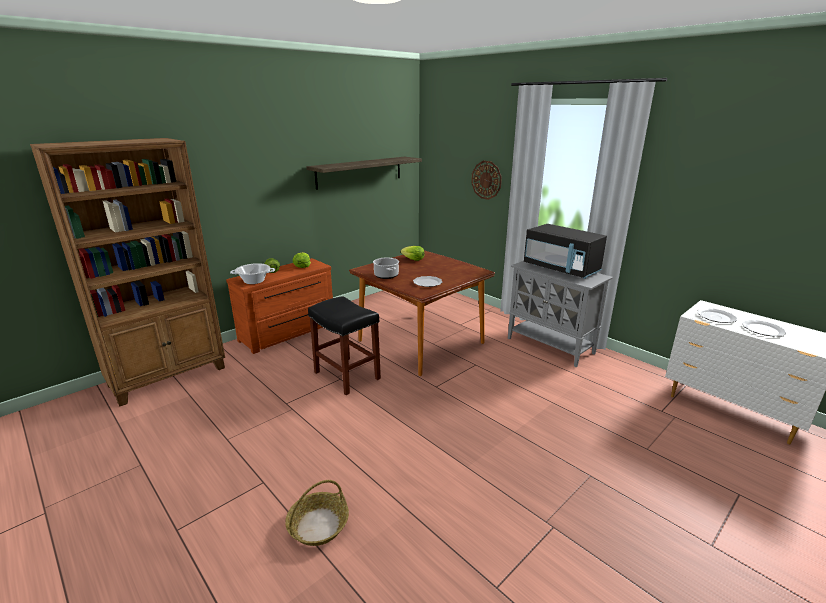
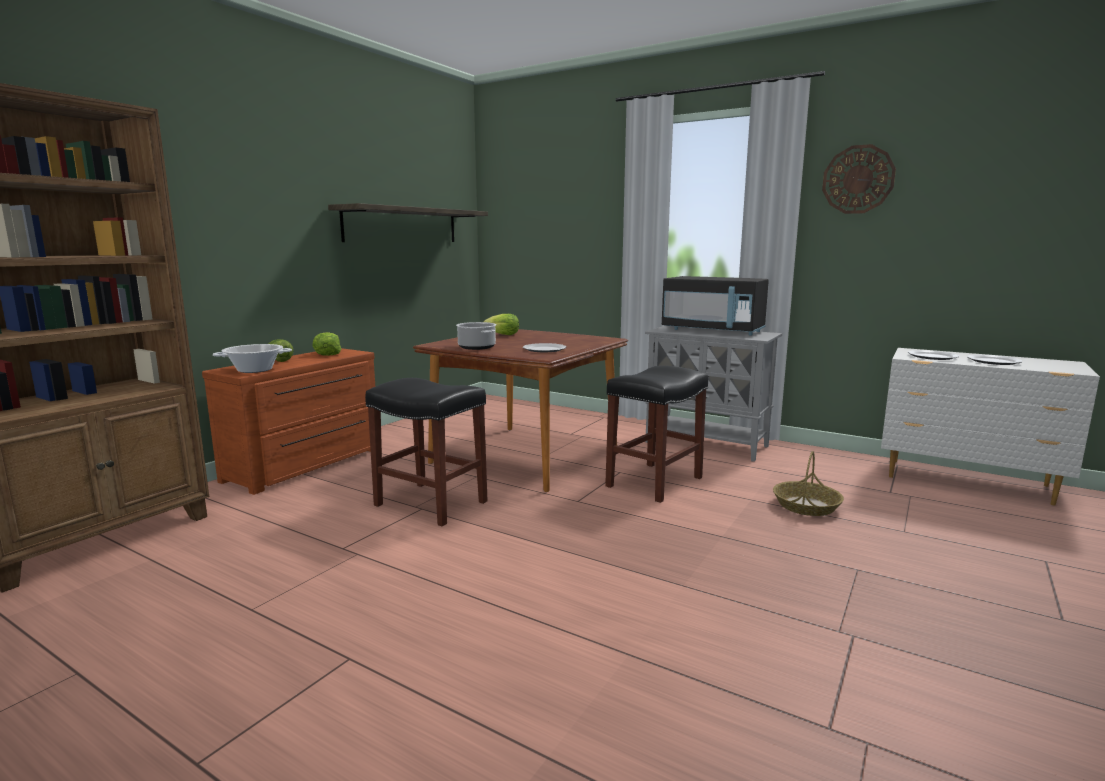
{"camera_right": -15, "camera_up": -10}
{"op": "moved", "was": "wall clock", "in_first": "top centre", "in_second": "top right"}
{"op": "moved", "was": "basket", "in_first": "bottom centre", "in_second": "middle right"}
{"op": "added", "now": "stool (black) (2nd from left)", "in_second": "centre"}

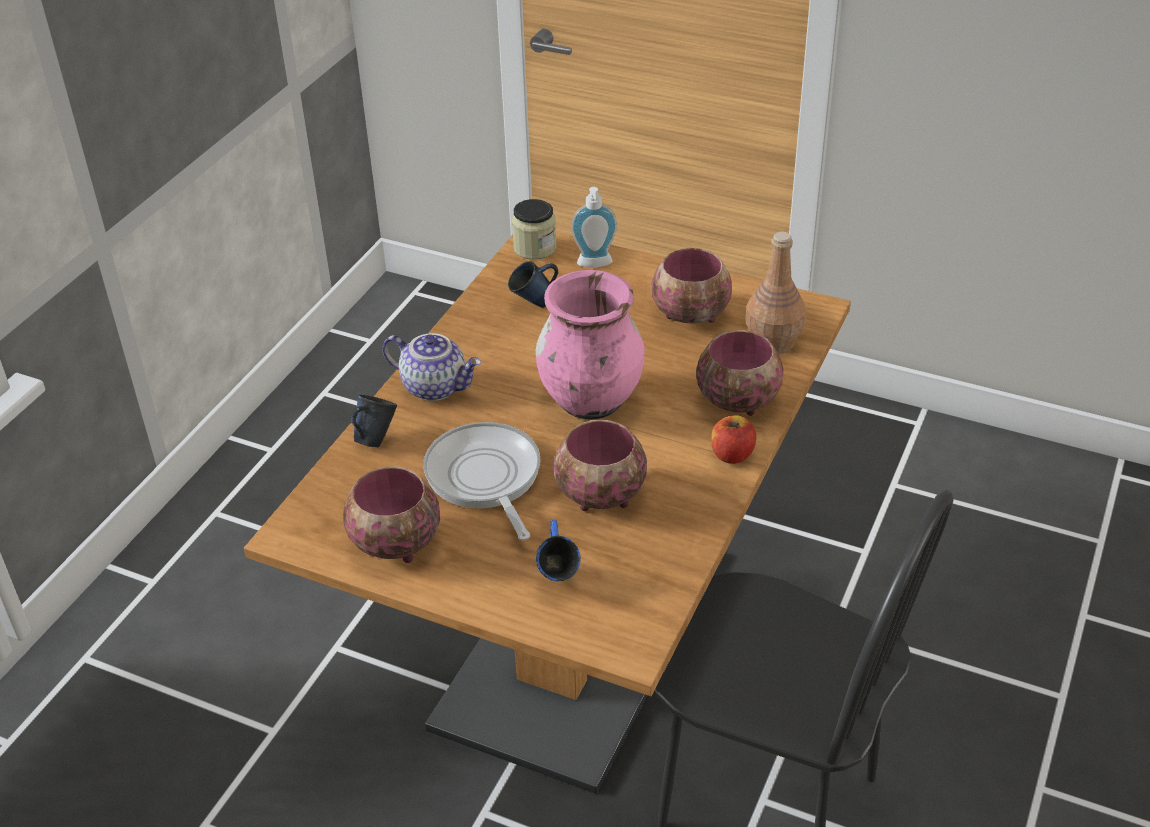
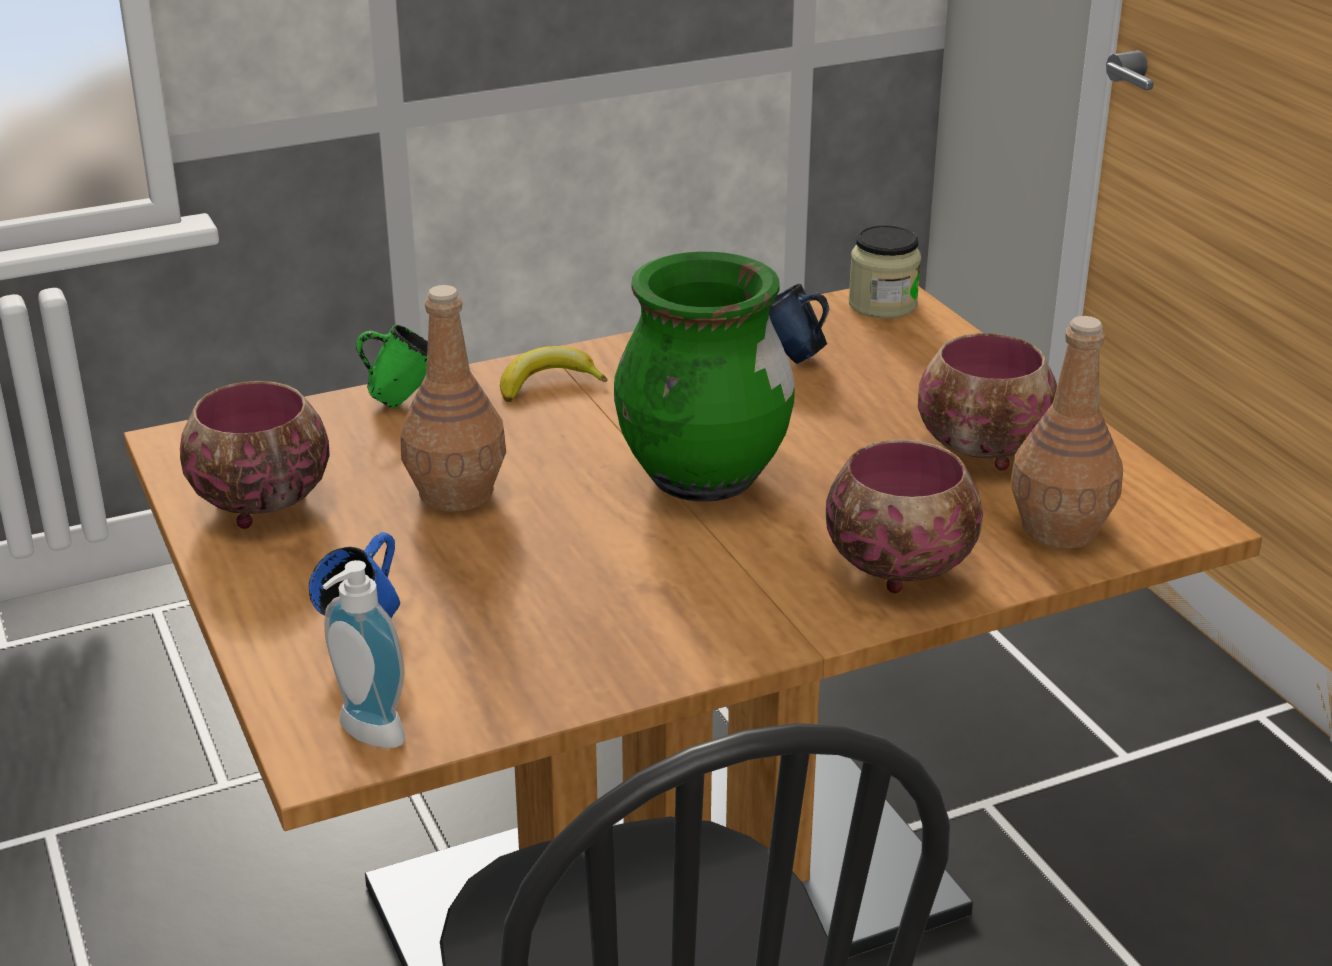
{"camera_right": 40, "camera_up": -10}
{"op": "moved", "was": "soap dispenser", "in_first": "top centre", "in_second": "bottom left"}
{"op": "recoloured", "was": "vase (pink)", "now": "vase (green)", "in_first": "centre", "in_second": "centre"}
{"op": "replaced", "was": "teapot", "now": "banana", "in_first": "centre", "in_second": "centre"}
{"op": "recoloured", "was": "mug (blue) (1st from left)", "now": "mug (green)", "in_first": "middle left", "in_second": "middle left"}
{"op": "removed", "was": "apple", "in_first": "centre"}
{"op": "removed", "was": "bowl (2nd from left)", "in_first": "centre"}
{"op": "replaced", "was": "frying pan", "now": "bottle (brown) (1st from left)", "in_first": "centre", "in_second": "centre"}

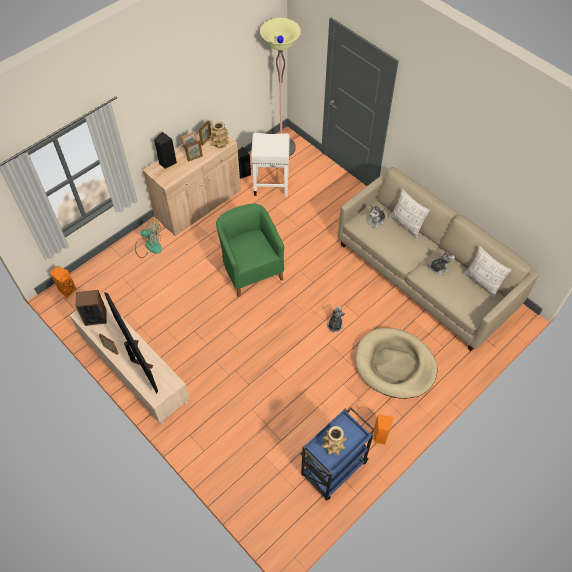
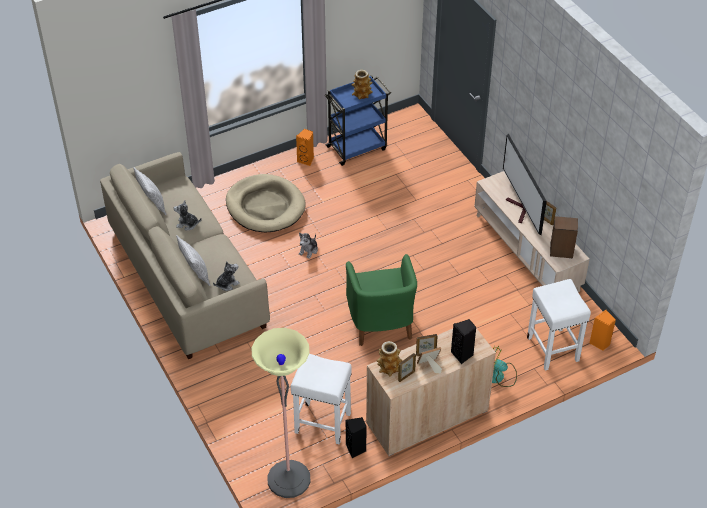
{"camera_right": -165, "camera_up": -10}
{"op": "added", "now": "stool (white) (2nd from left)", "in_second": "middle right"}

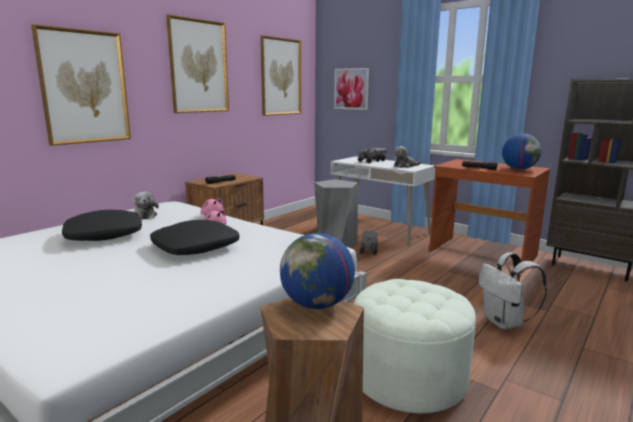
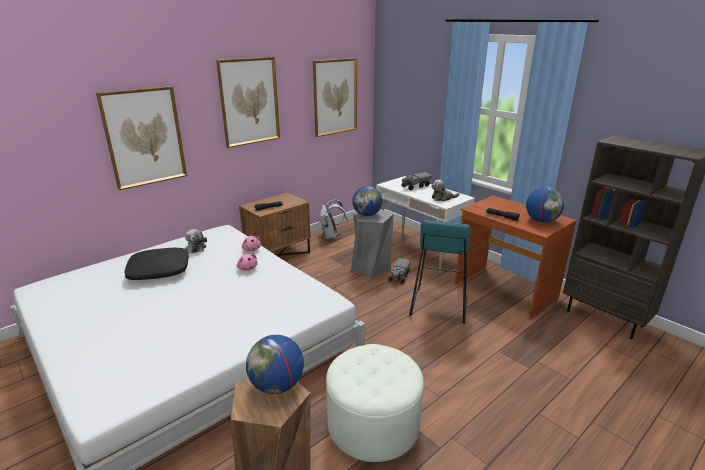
{"camera_right": 10, "camera_up": 10}
{"op": "removed", "was": "picture (4th from left)", "in_first": "top centre"}
{"op": "removed", "was": "pillow (black) (2nd from left)", "in_first": "middle left"}
{"op": "moved", "was": "backpack (white)", "in_first": "bottom right", "in_second": "centre"}
{"op": "added", "now": "globe (2nd from left)", "in_second": "centre"}
{"op": "added", "now": "stool (turquoise)", "in_second": "centre"}

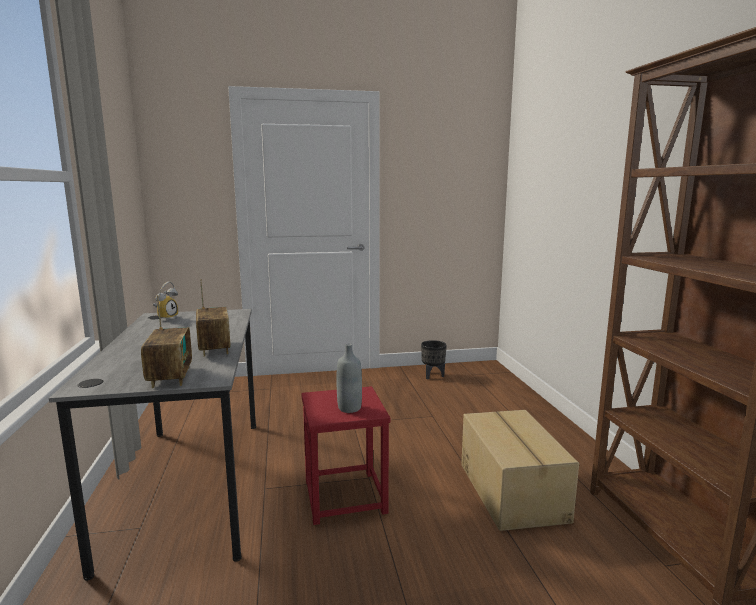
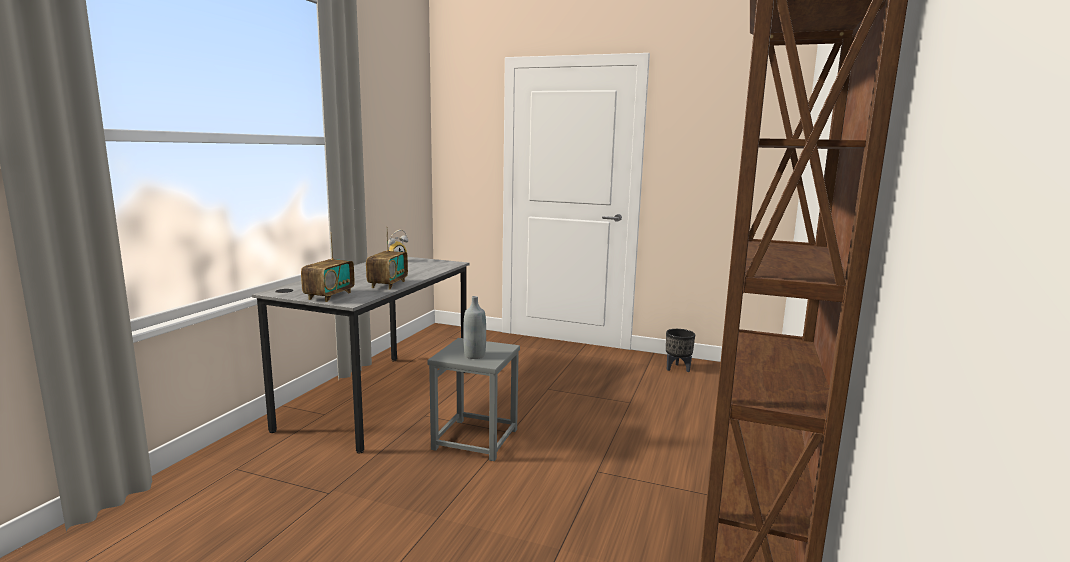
{"camera_right": 30, "camera_up": 0}
{"op": "recoloured", "was": "stool (red)", "now": "stool (grey)", "in_first": "bottom centre", "in_second": "bottom centre"}
{"op": "removed", "was": "cardboard box", "in_first": "bottom right"}

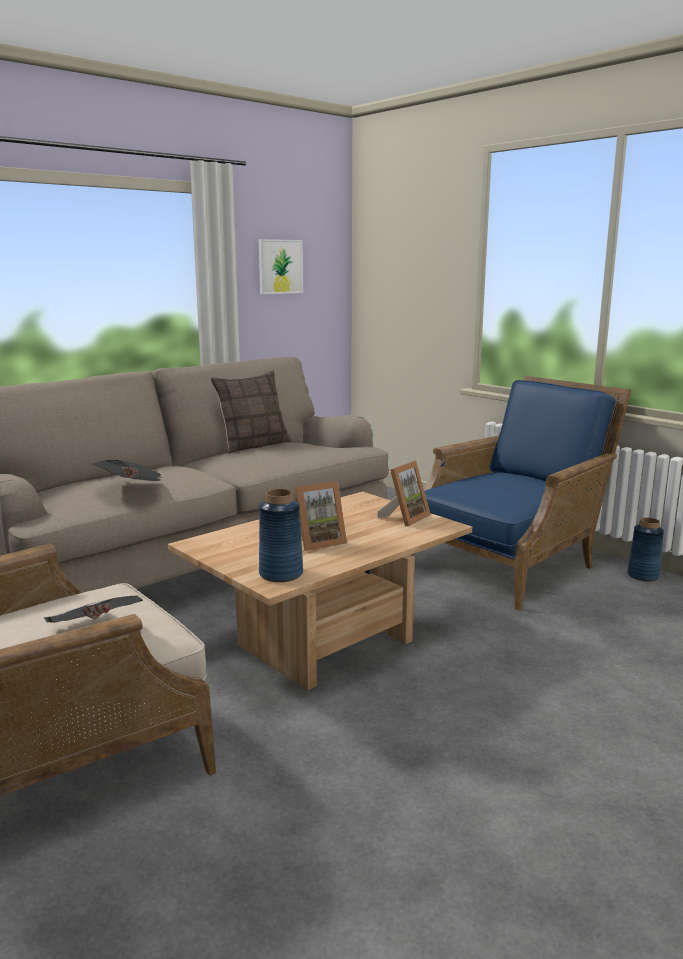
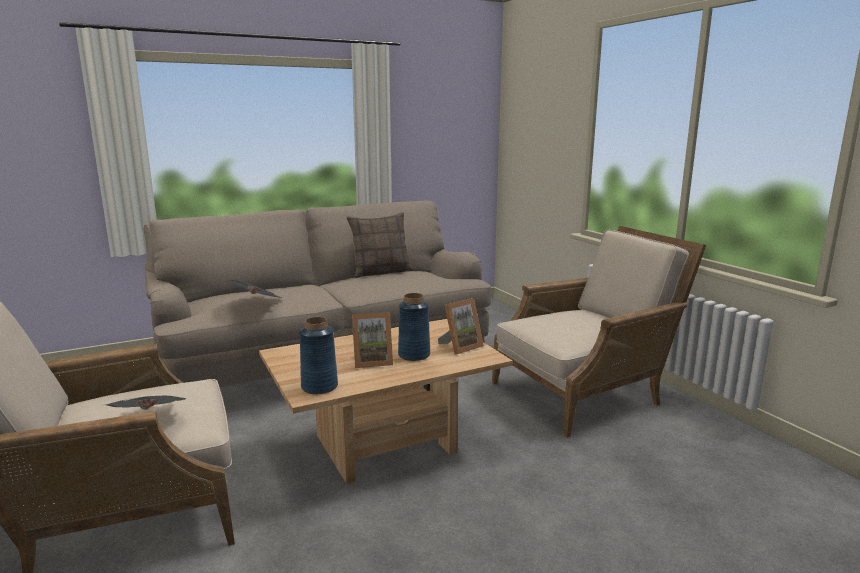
{"camera_right": 15, "camera_up": 0}
{"op": "removed", "was": "picture", "in_first": "top centre"}
{"op": "recoloured", "was": "armchair (blue)", "now": "armchair (beige) (2nd from left)", "in_first": "middle right", "in_second": "middle right"}
{"op": "moved", "was": "vase (blue) (2nd from left)", "in_first": "middle right", "in_second": "centre"}

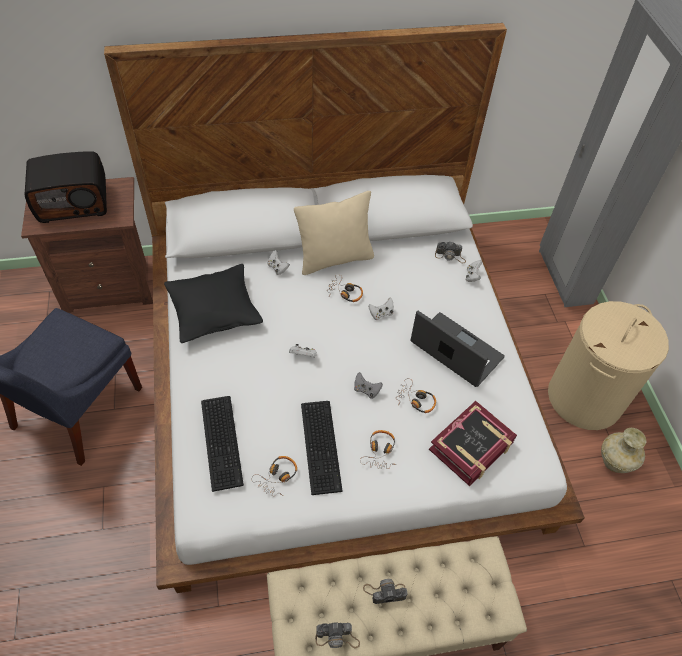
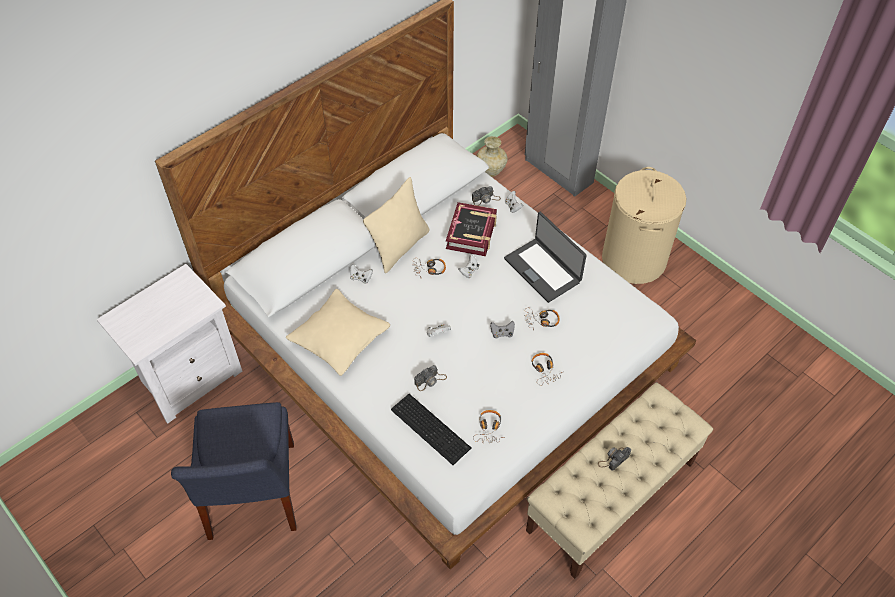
{"camera_right": -30, "camera_up": 0}
{"op": "removed", "was": "radio", "in_first": "top left"}
{"op": "recoloured", "was": "nightstand (brown)", "now": "nightstand (white)", "in_first": "middle left", "in_second": "middle left"}
{"op": "recoloured", "was": "pillow (black)", "now": "pillow (beige) (1st from left)", "in_first": "middle left", "in_second": "centre"}
{"op": "turned", "was": "laptop", "in_first": "middle right", "in_second": "centre", "clockwise": -135}
{"op": "removed", "was": "keyboard (2nd from left)", "in_first": "bottom centre"}
{"op": "moved", "was": "book", "in_first": "bottom right", "in_second": "centre"}
{"op": "moved", "was": "vase (beige)", "in_first": "bottom right", "in_second": "top centre"}
{"op": "moved", "was": "photo camera (1st from left)", "in_first": "bottom centre", "in_second": "centre"}

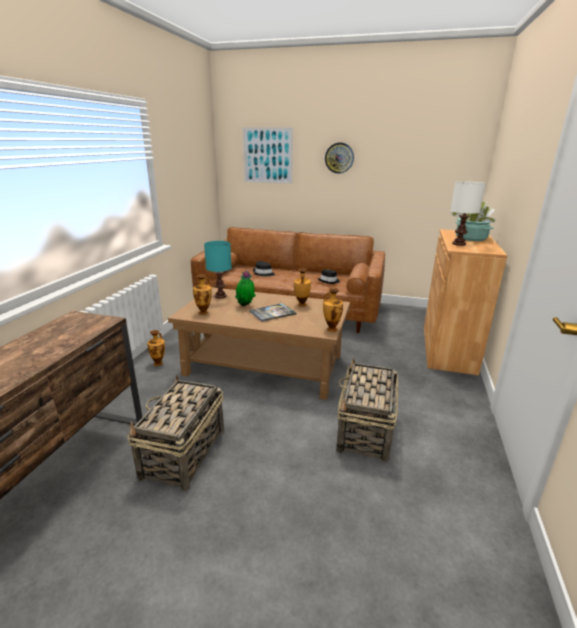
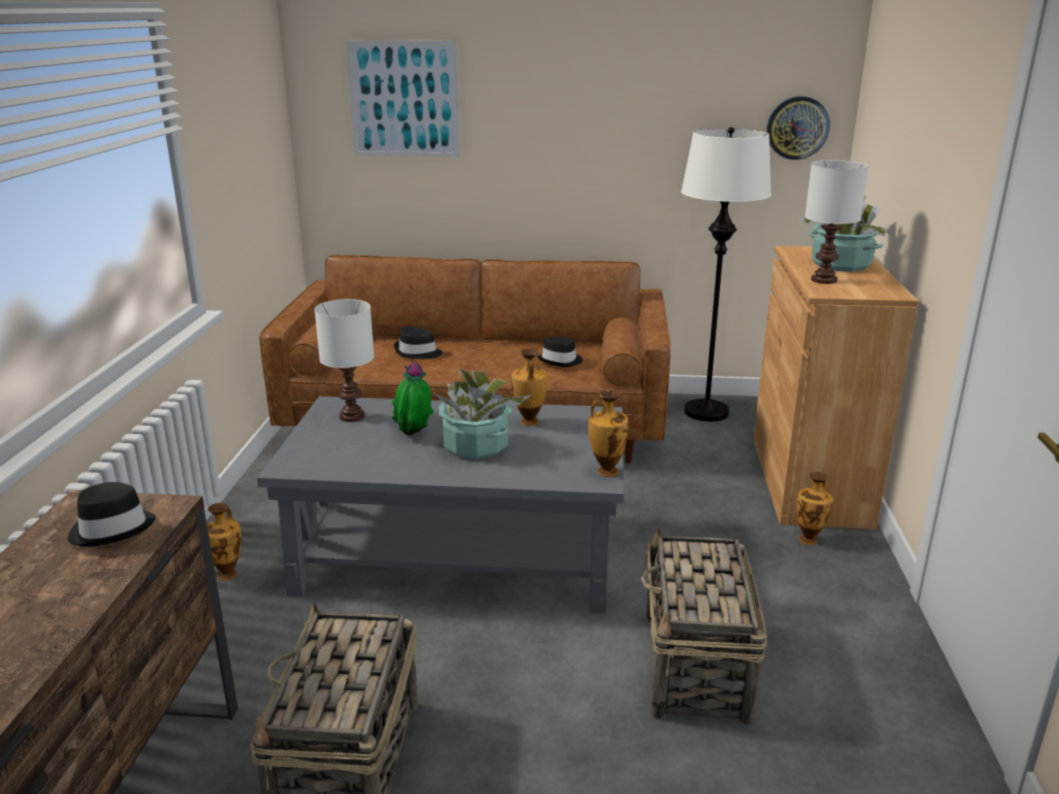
{"camera_right": -10, "camera_up": 0}
{"op": "moved", "was": "wall clock", "in_first": "top centre", "in_second": "top right"}
{"op": "recoloured", "was": "table lamp (turquoise)", "now": "table lamp (white) (1st from left)", "in_first": "centre", "in_second": "middle left"}
{"op": "moved", "was": "vase (2nd from left in the first image)", "now": "vase (4th from left)", "in_first": "centre", "in_second": "middle right"}
{"op": "recoloured", "was": "coffee table (brown)", "now": "coffee table (grey)", "in_first": "centre", "in_second": "centre"}
{"op": "replaced", "was": "book", "now": "potted plant (2nd from left)", "in_first": "centre", "in_second": "centre"}
{"op": "added", "now": "floor lamp (white)", "in_second": "middle right"}
{"op": "added", "now": "hat (black) (1st from left)", "in_second": "middle left"}

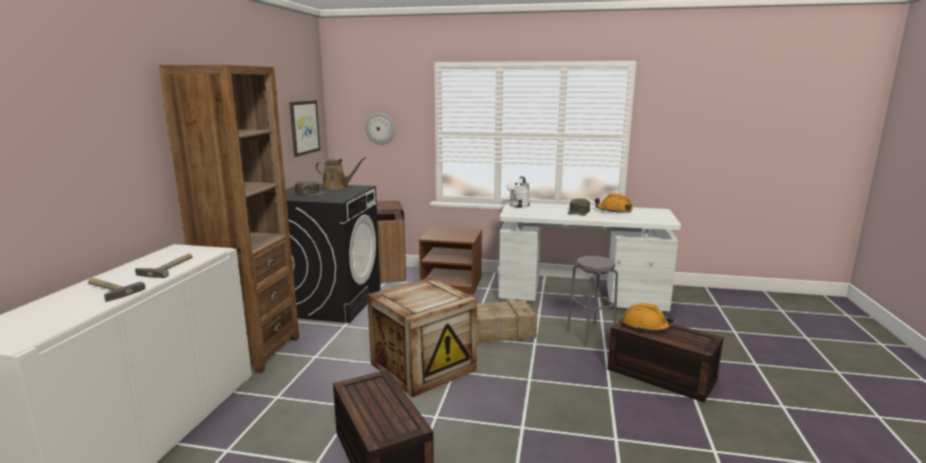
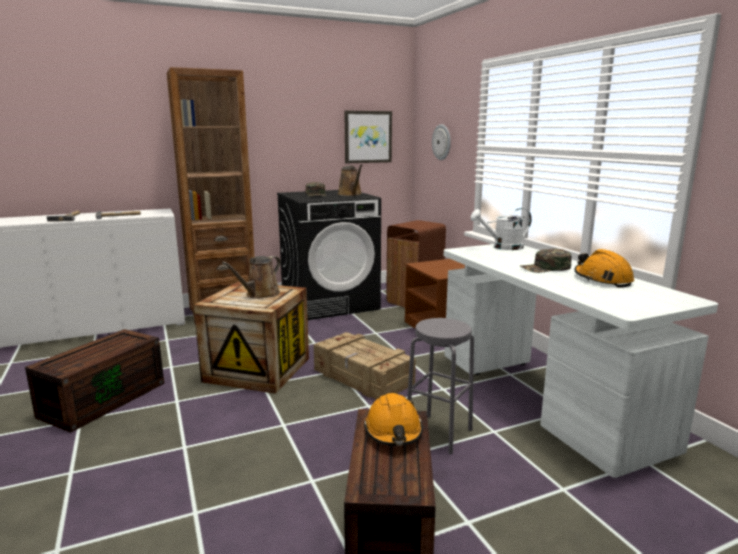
{"camera_right": 55, "camera_up": 0}
{"op": "added", "now": "watering can (brown) (1st from left)", "in_second": "centre"}

